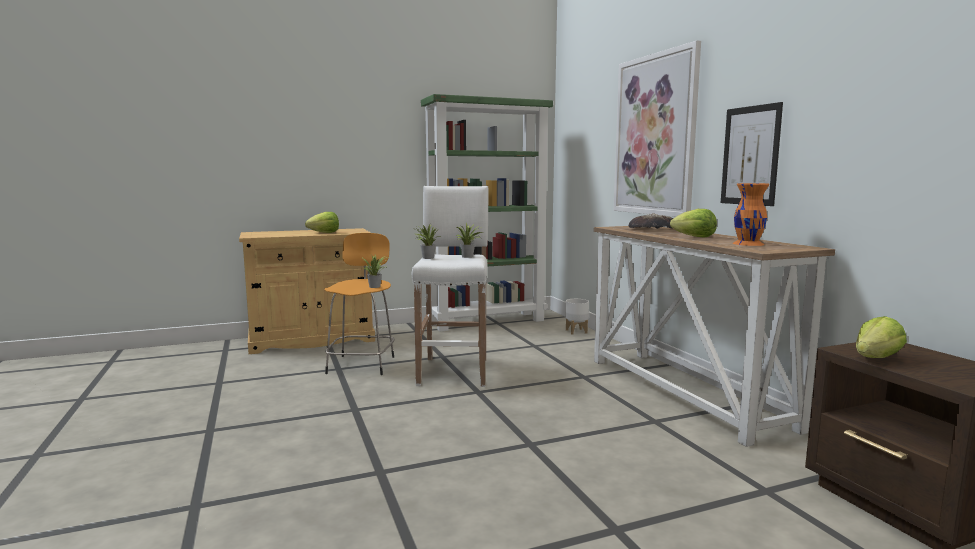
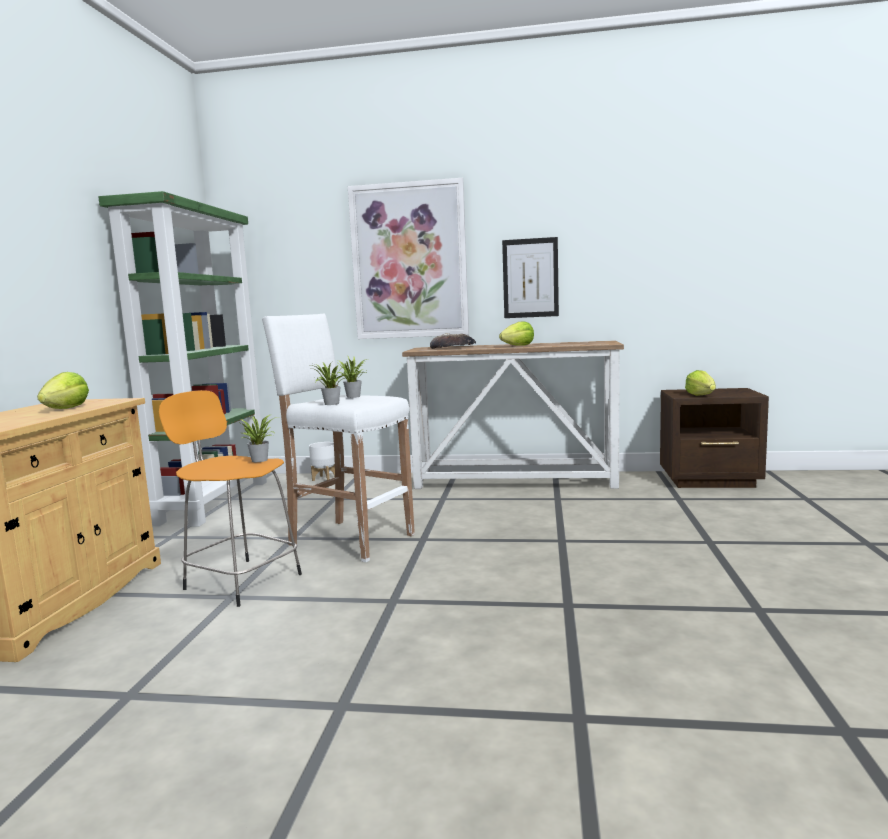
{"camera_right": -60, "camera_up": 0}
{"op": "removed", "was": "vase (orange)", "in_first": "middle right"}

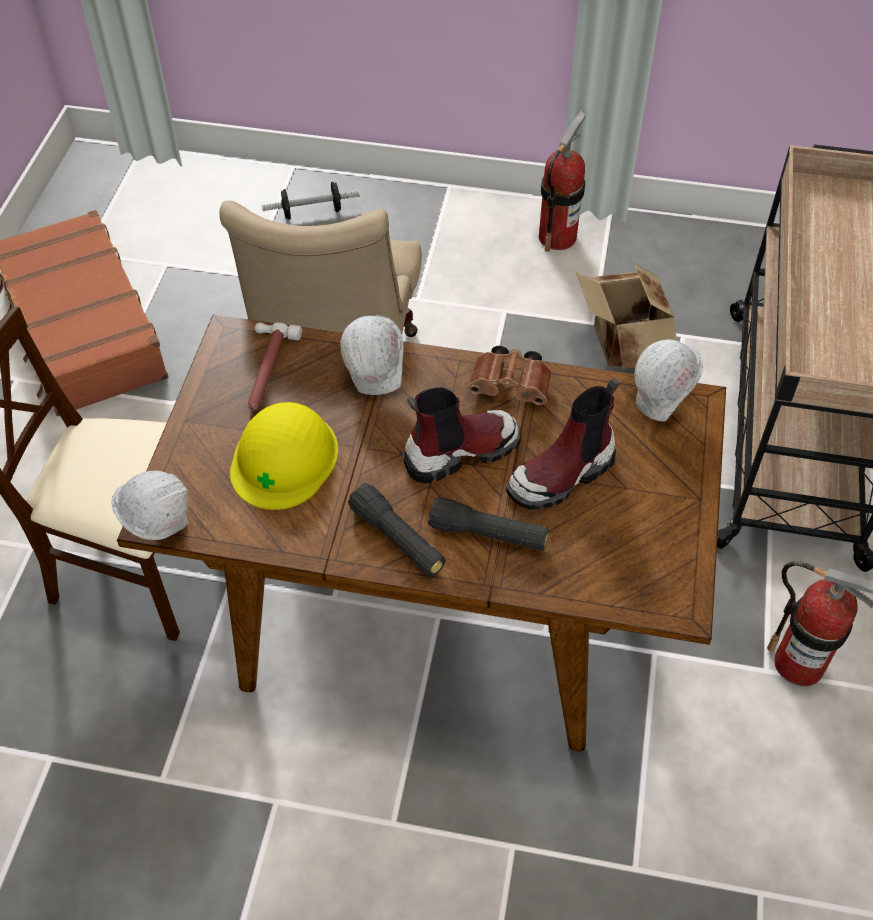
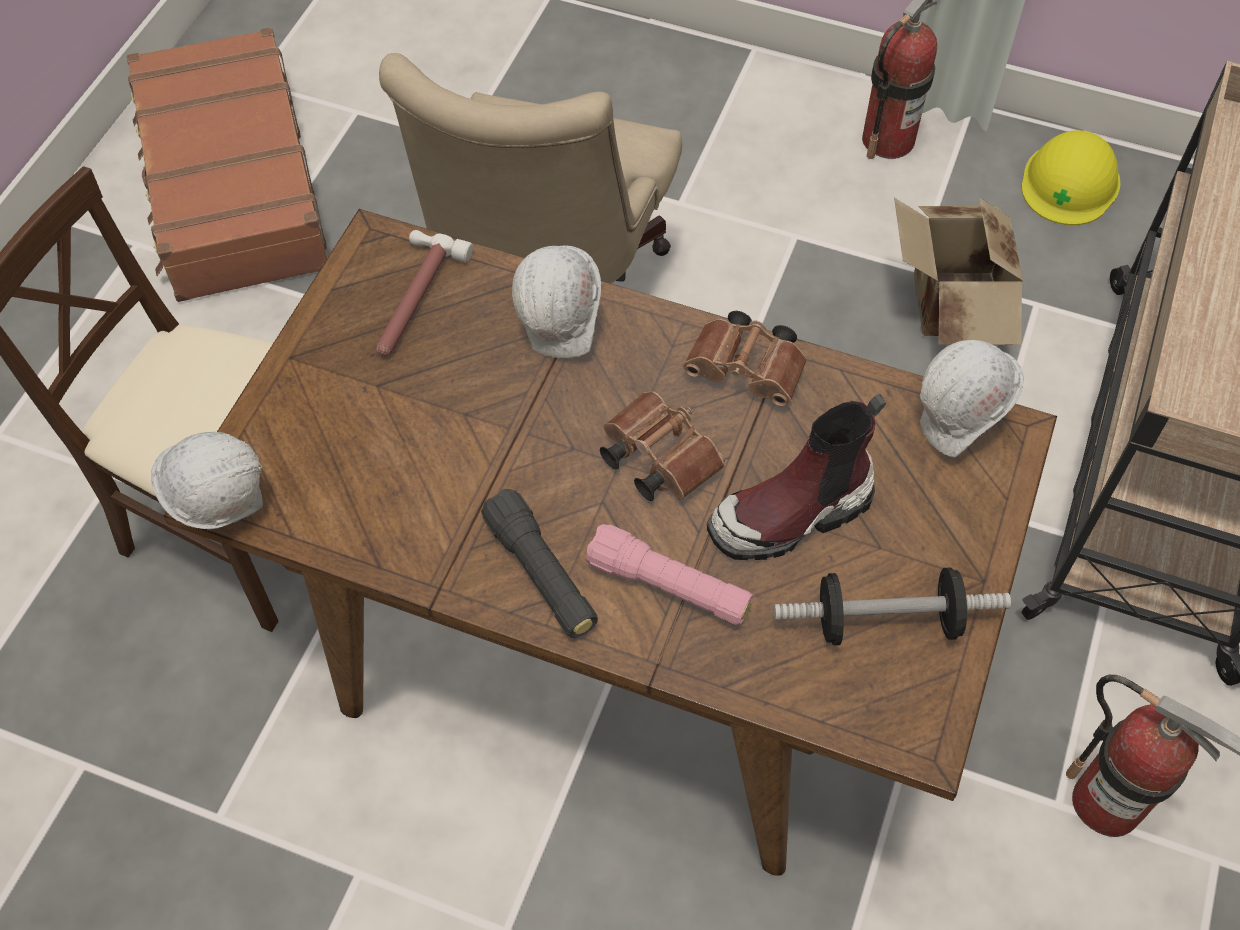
{"camera_right": 10, "camera_up": 5}
{"op": "moved", "was": "dumbbell", "in_first": "top centre", "in_second": "middle right"}
{"op": "replaced", "was": "boot (1st from left)", "now": "binoculars (brown) (1st from left)", "in_first": "centre", "in_second": "centre"}
{"op": "moved", "was": "hard hat (yellow)", "in_first": "middle left", "in_second": "top right"}
{"op": "recoloured", "was": "flashlight (black) (2nd from left)", "now": "flashlight (pink)", "in_first": "centre", "in_second": "centre"}

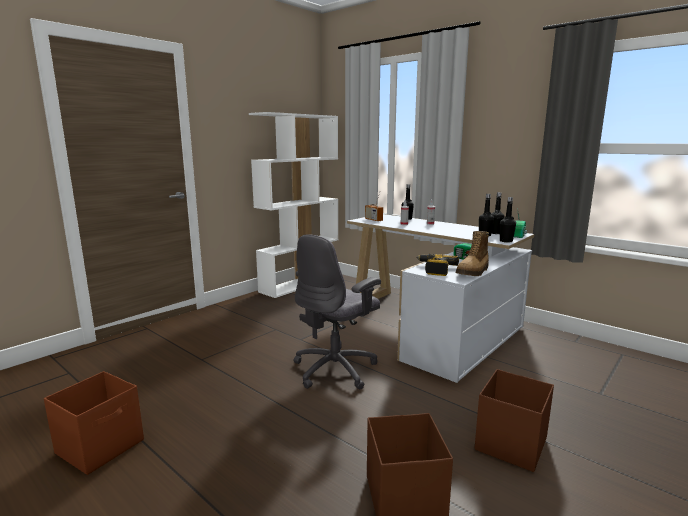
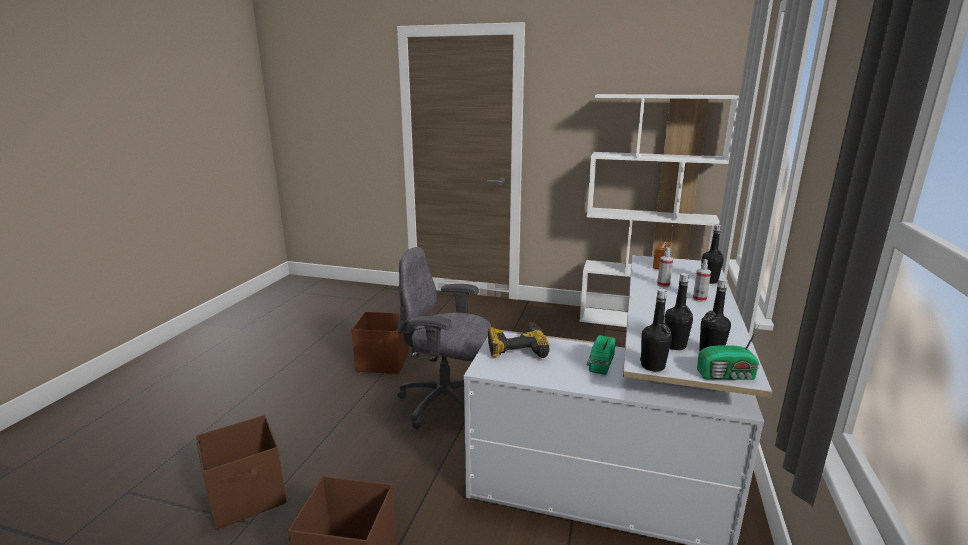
{"camera_right": 65, "camera_up": 5}
{"op": "removed", "was": "boot", "in_first": "middle right"}
{"op": "moved", "was": "storage box (brown) (1st from left in the first image)", "now": "storage box (brown) (3rd from left)", "in_first": "bottom left", "in_second": "centre"}

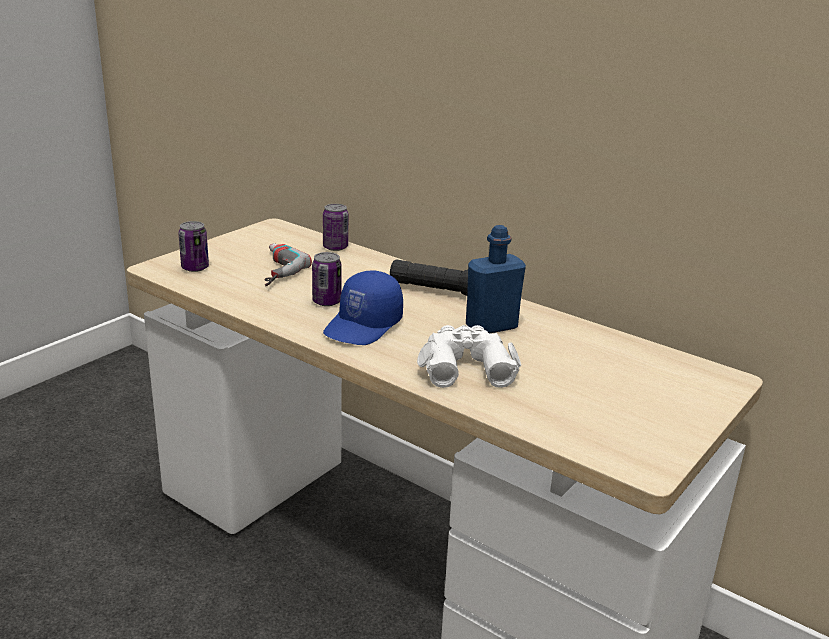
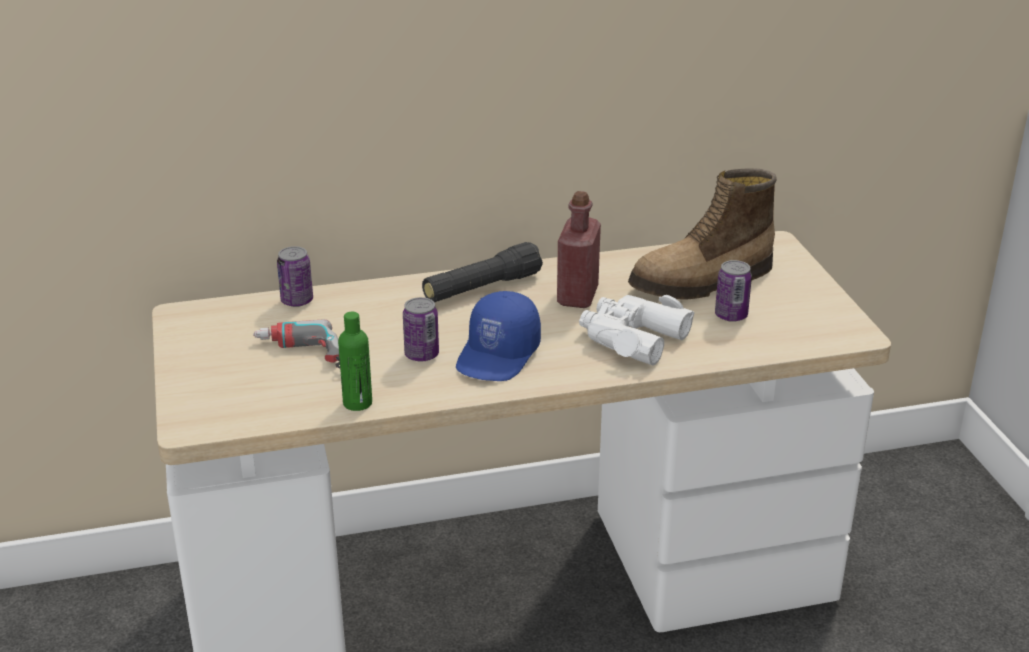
{"camera_right": -50, "camera_up": 5}
{"op": "moved", "was": "can (1st from left in the first image)", "now": "can (3rd from left)", "in_first": "middle left", "in_second": "middle right"}
{"op": "recoloured", "was": "bottle (blue)", "now": "bottle (red)", "in_first": "centre", "in_second": "centre"}
{"op": "turned", "was": "cap (blue)", "in_first": "centre", "in_second": "centre", "clockwise": 45}
{"op": "added", "now": "boot", "in_second": "middle right"}
{"op": "added", "now": "bottle (green)", "in_second": "centre"}

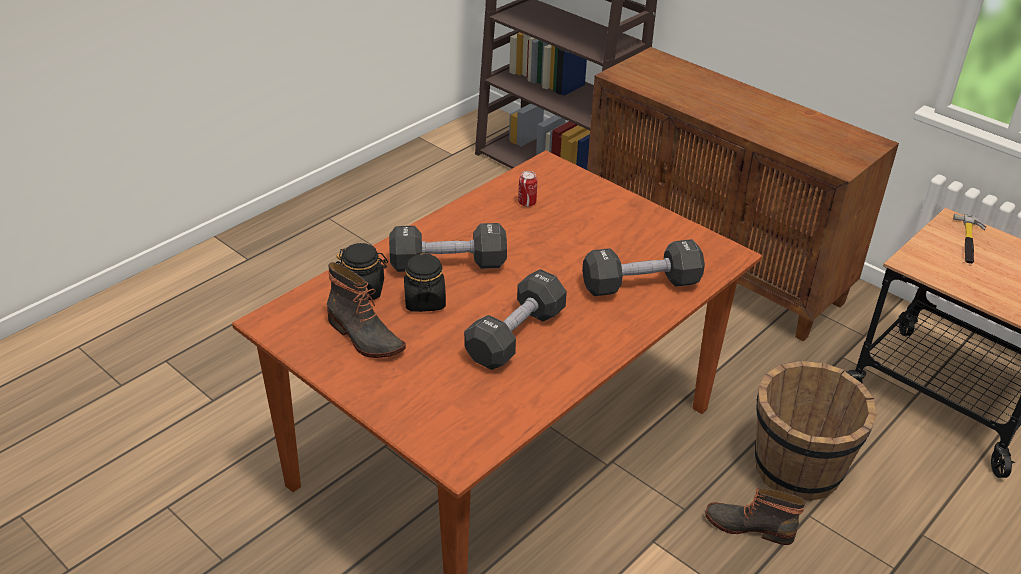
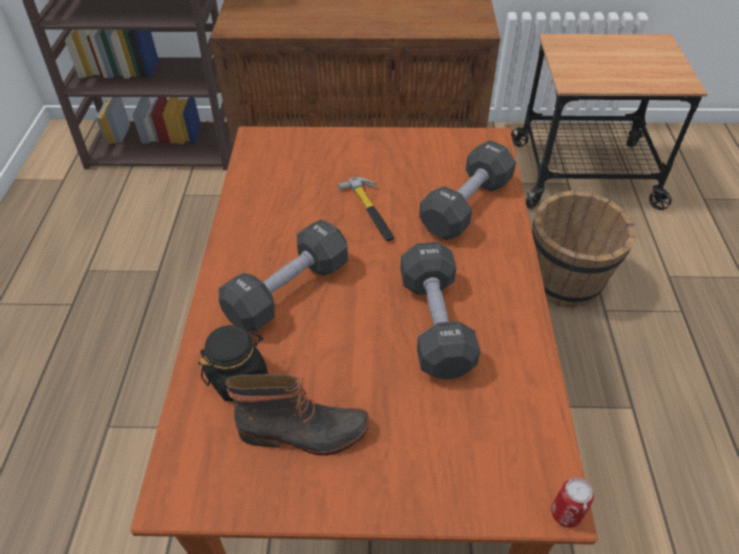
{"camera_right": -40, "camera_up": 10}
{"op": "moved", "was": "can", "in_first": "top centre", "in_second": "bottom right"}
{"op": "moved", "was": "hammer", "in_first": "middle right", "in_second": "centre"}
{"op": "removed", "was": "jar (black) (2nd from left)", "in_first": "centre"}
{"op": "removed", "was": "boot (2nd from left)", "in_first": "bottom right"}

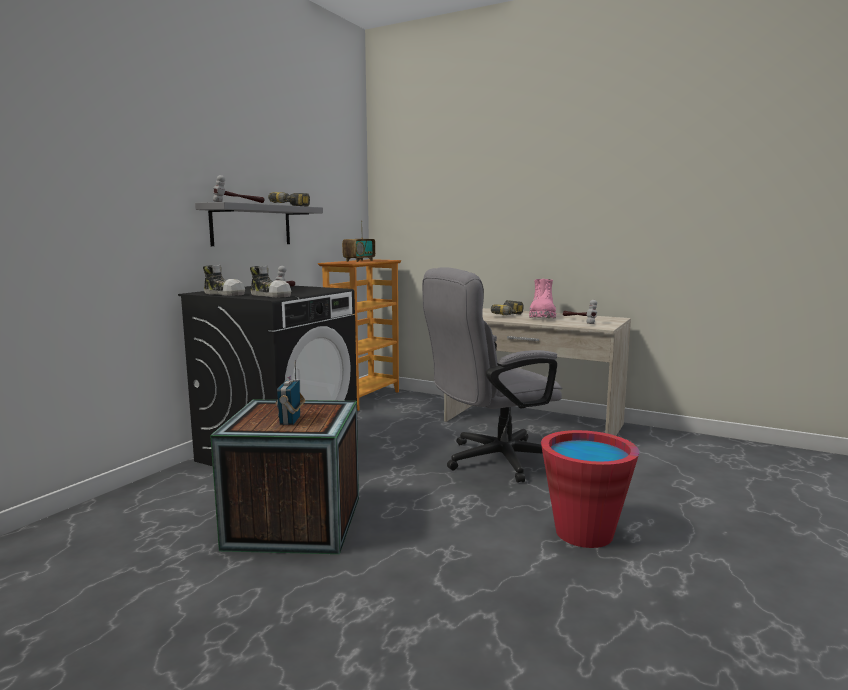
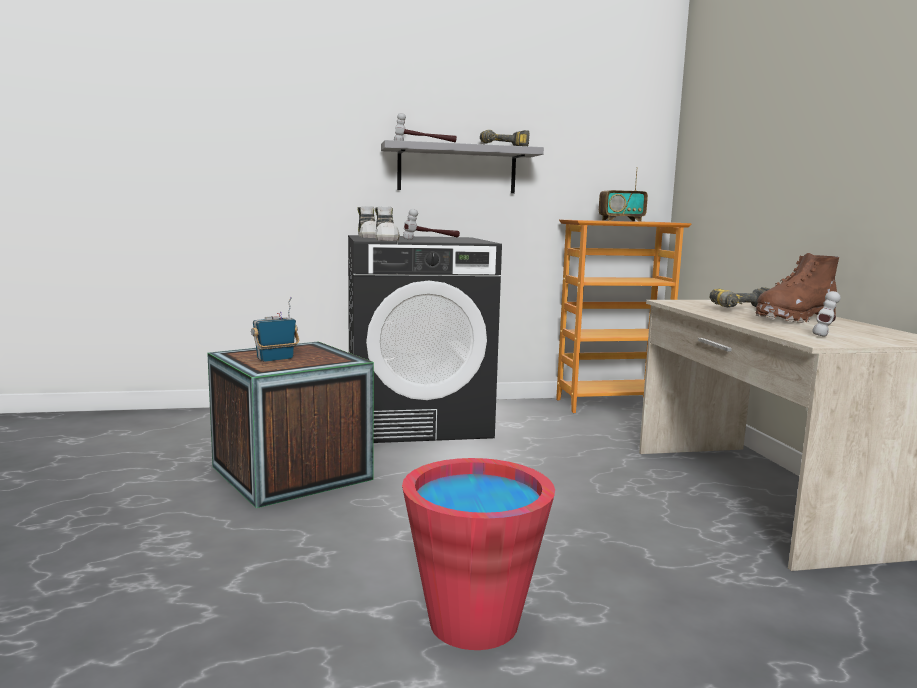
{"camera_right": 50, "camera_up": 0}
{"op": "removed", "was": "office chair (grey)", "in_first": "centre"}
{"op": "recoloured", "was": "boot (pink)", "now": "boot (brown)", "in_first": "centre", "in_second": "middle right"}

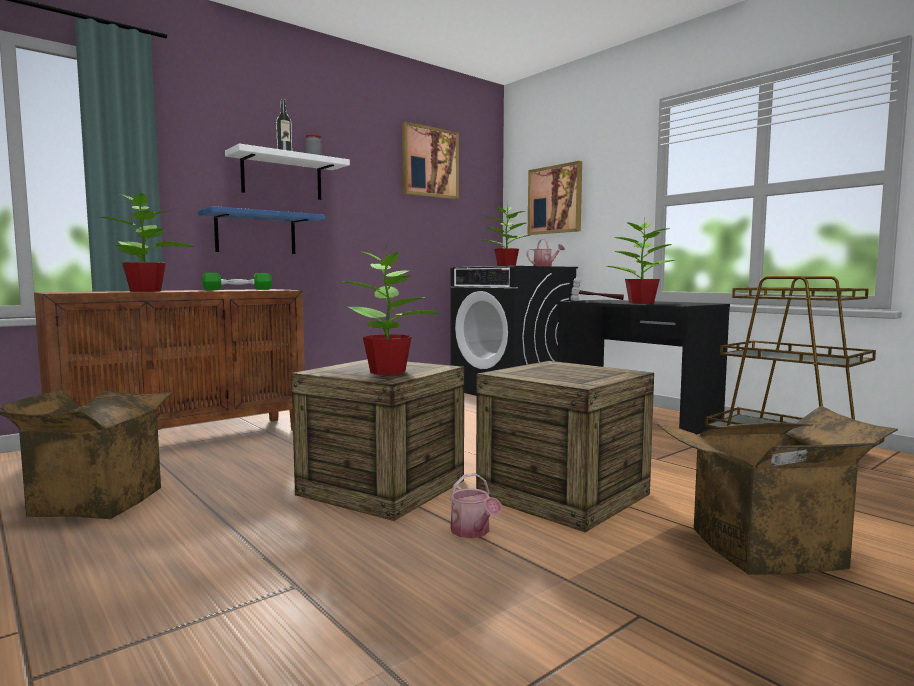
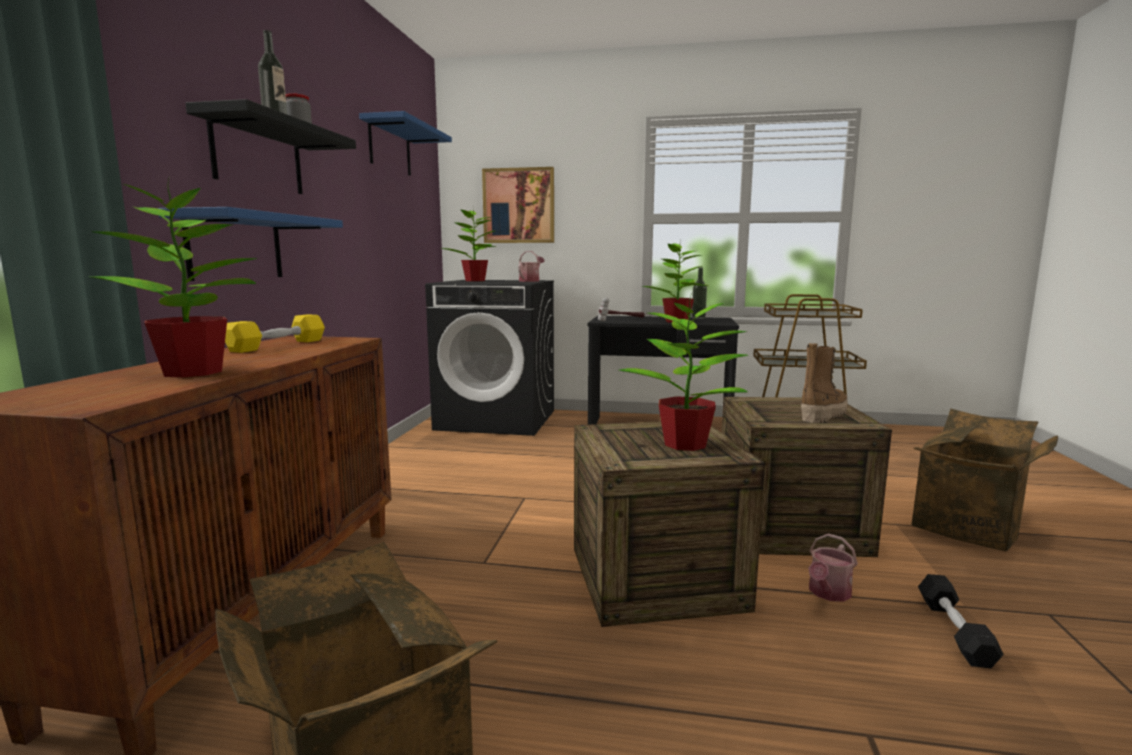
{"camera_right": -40, "camera_up": 5}
{"op": "replaced", "was": "picture (1st from left)", "now": "shelf (blue) (2nd from left)", "in_first": "top centre", "in_second": "top centre"}
{"op": "recoloured", "was": "shelf (white)", "now": "shelf (black)", "in_first": "top left", "in_second": "top left"}
{"op": "recoloured", "was": "dumbbell (green)", "now": "dumbbell (yellow)", "in_first": "middle left", "in_second": "middle left"}
{"op": "turned", "was": "watering can (1st from left in the first image)", "in_first": "bottom centre", "in_second": "bottom right", "clockwise": 105}
{"op": "added", "now": "bottle (2nd from left)", "in_second": "centre"}
{"op": "added", "now": "boot", "in_second": "middle right"}
{"op": "added", "now": "dumbbell (black)", "in_second": "bottom right"}

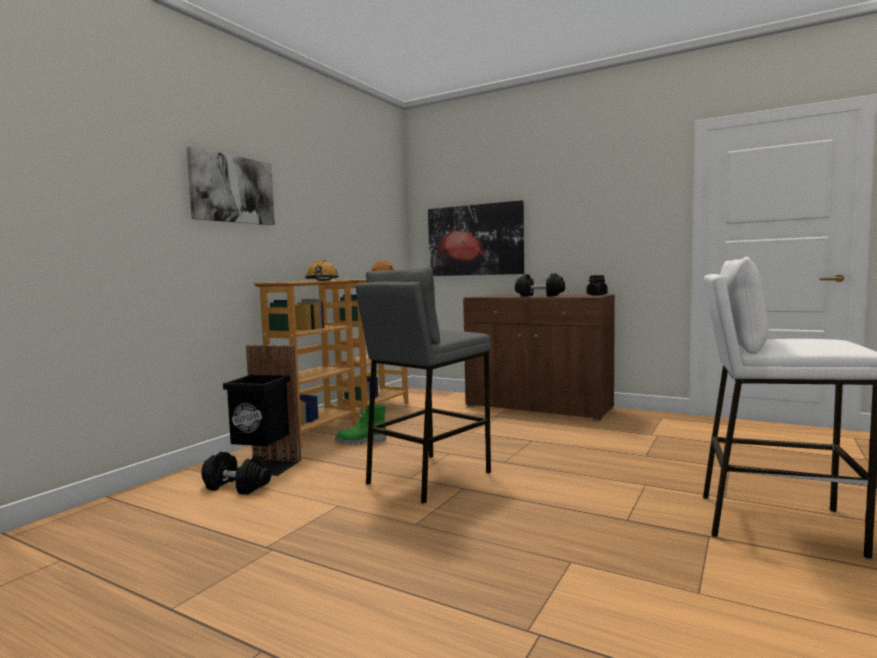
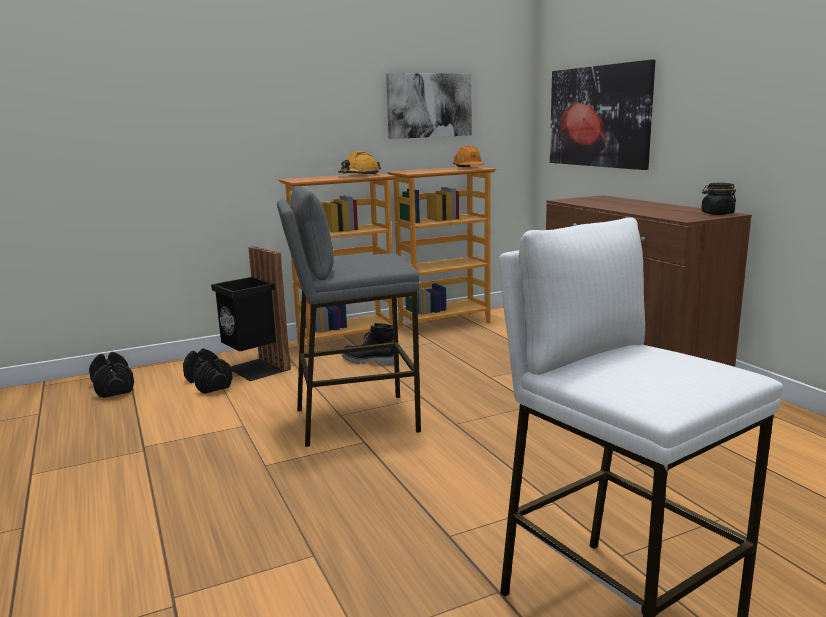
{"camera_right": 35, "camera_up": 10}
{"op": "moved", "was": "picture (1st from left)", "in_first": "top left", "in_second": "top centre"}
{"op": "moved", "was": "dumbbell (black) (2nd from left in the first image)", "now": "dumbbell (black) (1st from left)", "in_first": "centre", "in_second": "middle left"}
{"op": "recoloured", "was": "boot (green)", "now": "boot (black)", "in_first": "centre", "in_second": "centre"}

